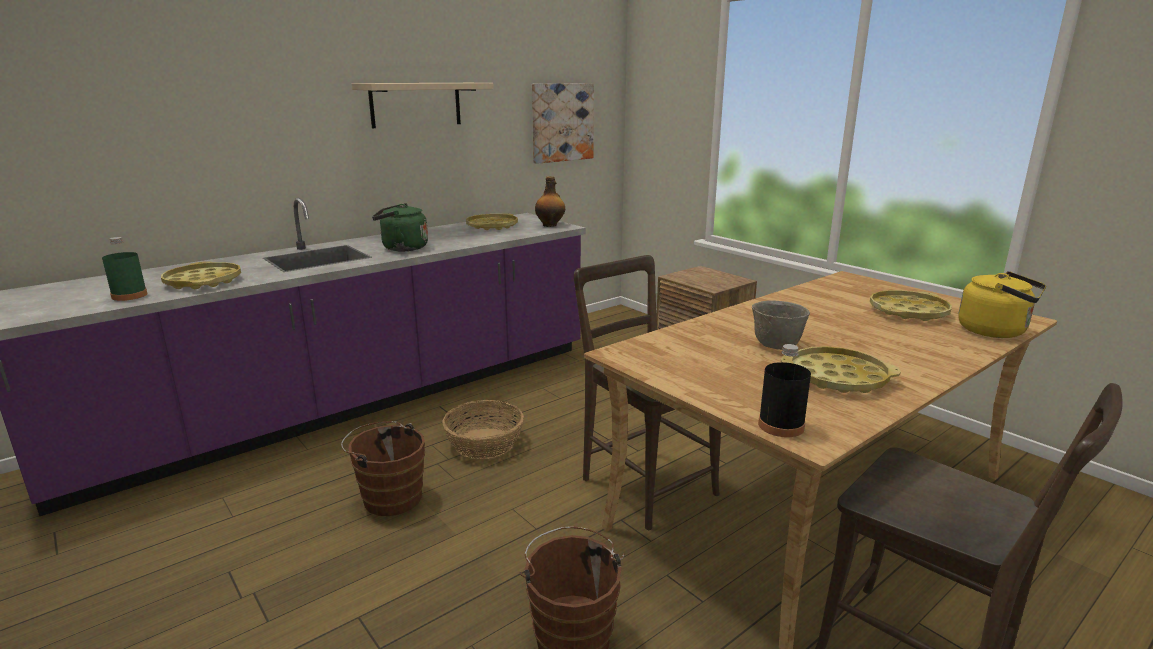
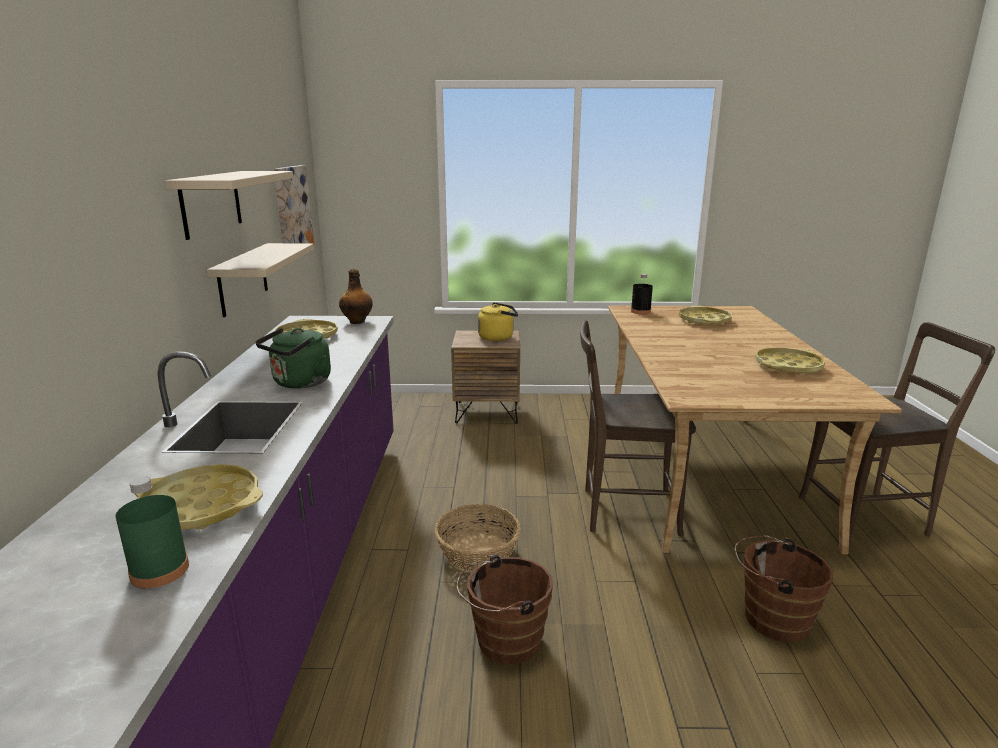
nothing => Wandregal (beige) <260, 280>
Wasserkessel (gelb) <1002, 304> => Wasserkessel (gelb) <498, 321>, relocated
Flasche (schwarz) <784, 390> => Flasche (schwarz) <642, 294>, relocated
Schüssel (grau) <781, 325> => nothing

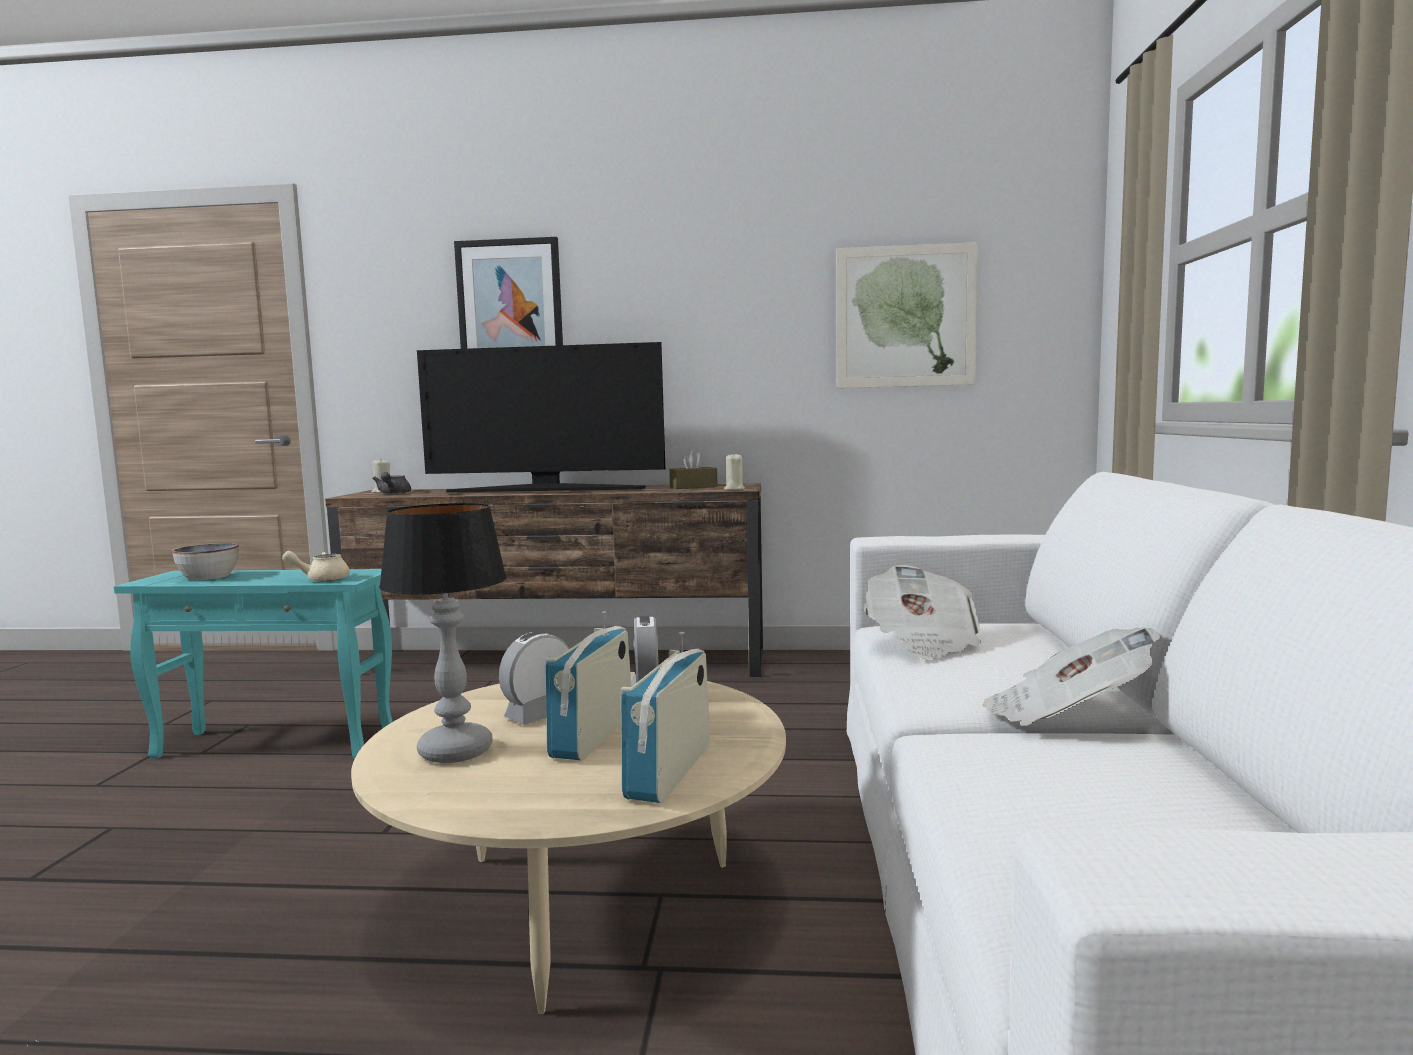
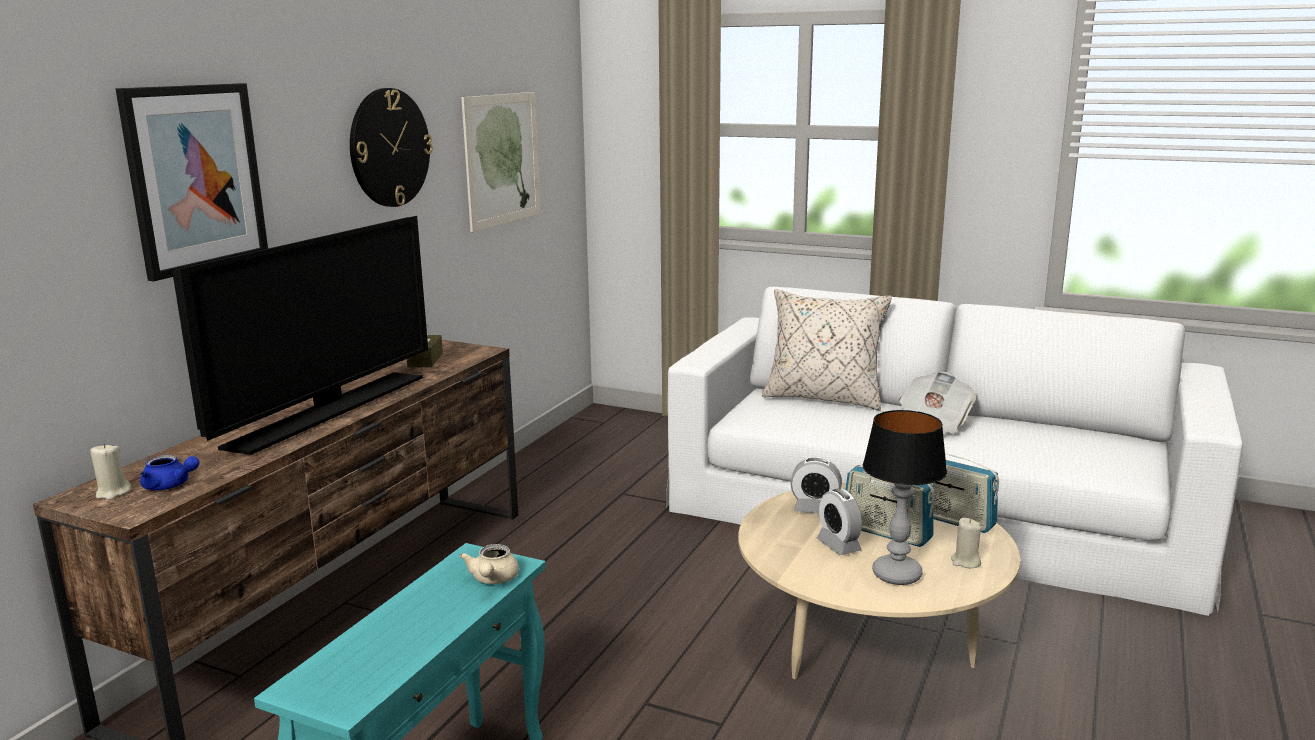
Teekanne (grau) <391, 483> => Teekanne (blau) <170, 472>
nothing => Wanduhr <391, 147>
nothing => Kissen (beige) <827, 350>
Kerze (beige) <734, 471> => Kerze (beige) <966, 543>, relocated
Schüssel <205, 561> => nothing
Zeitung <922, 612> => nothing

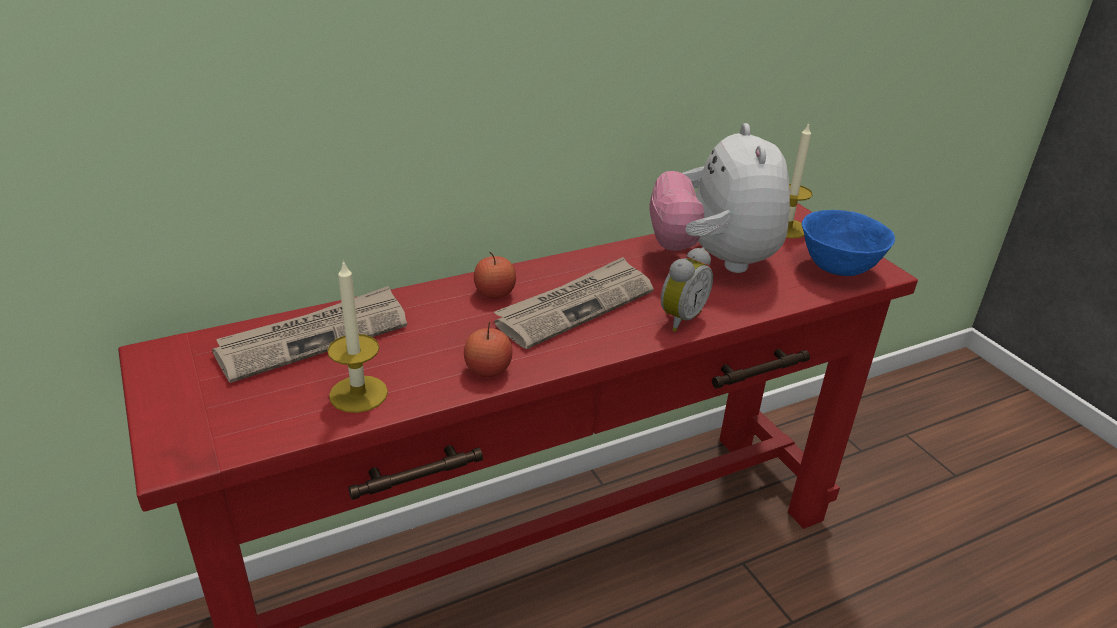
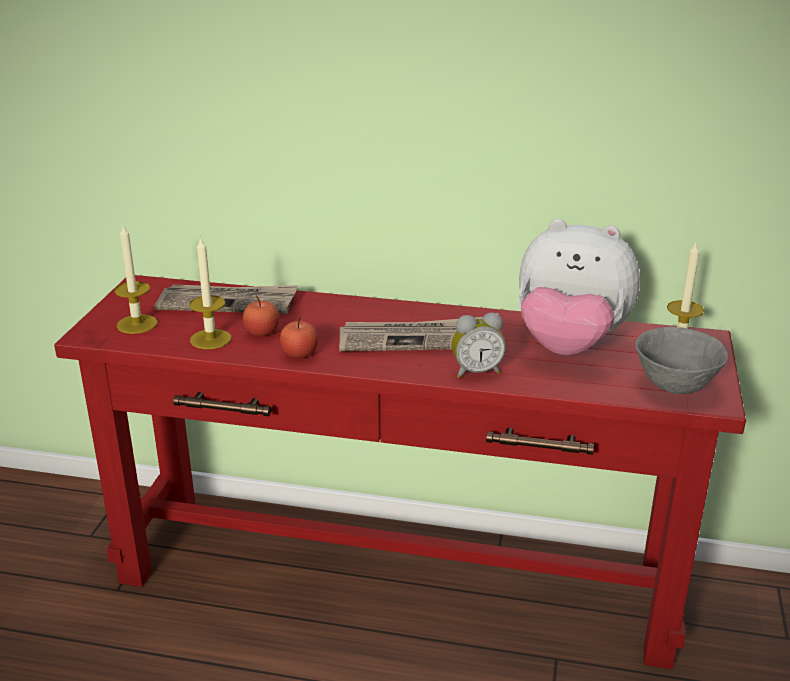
nothing => Kerze <136, 279>
Apfel <495, 275> => Apfel <261, 315>, relocated
Plüschtier <719, 198> => Plüschtier <579, 287>, 105 degrees counterclockwise
Schüssel (blau) <848, 243> => Schüssel (grau) <682, 360>

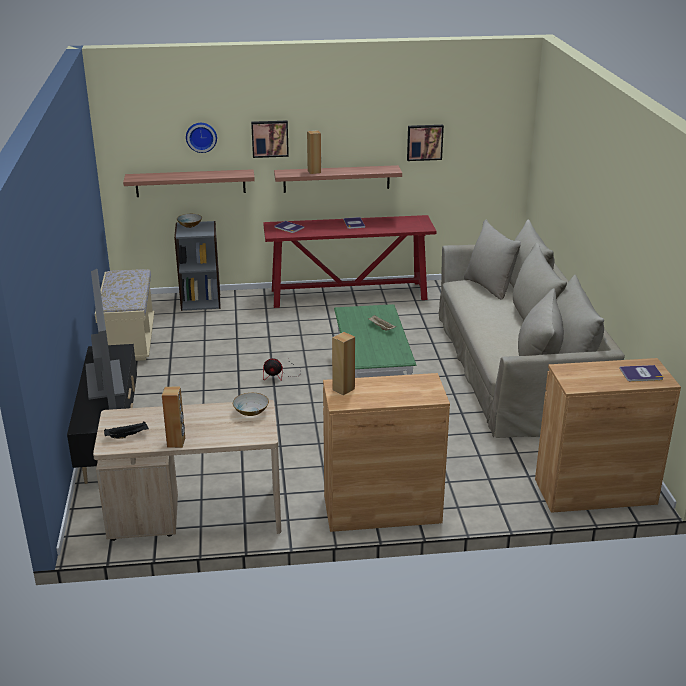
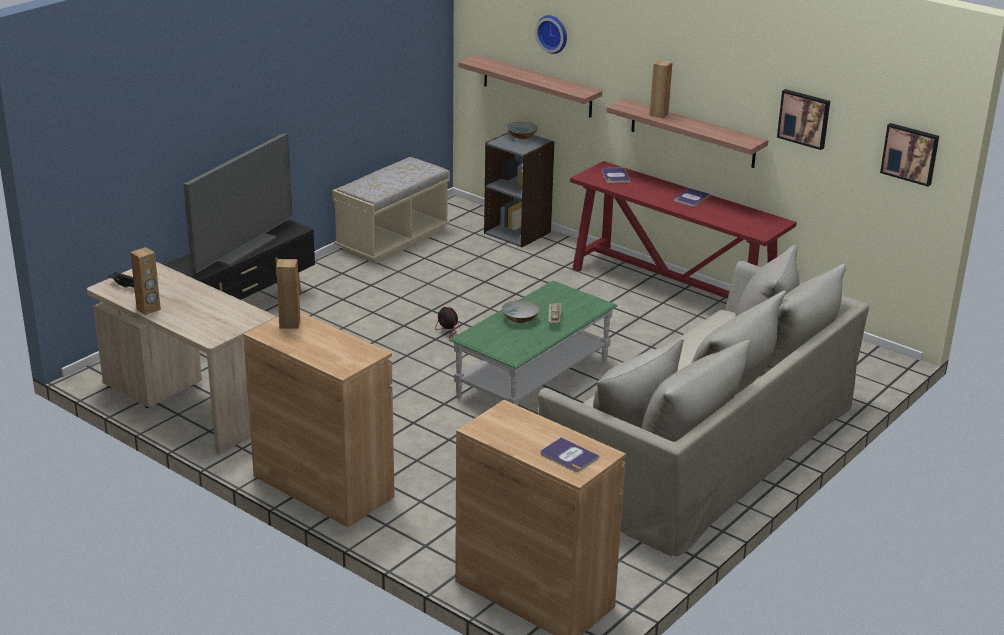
Schüssel <250, 404> => Schüssel <520, 311>, relocated
Bild <270, 139> => Bild <909, 155>, relocated

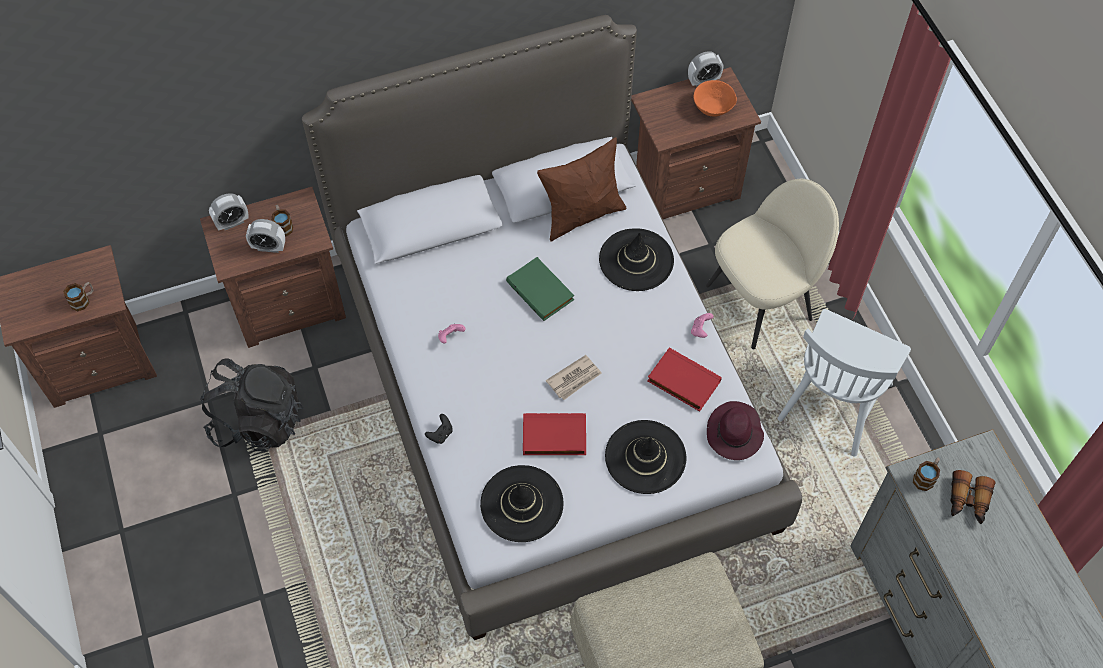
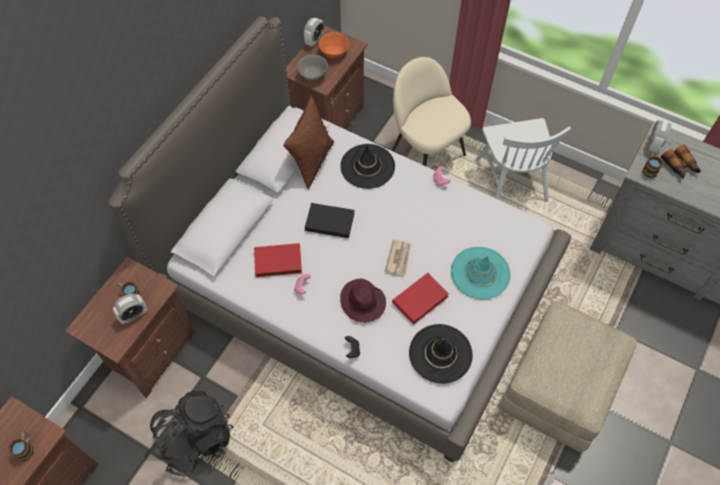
Buch (rot) <684, 380> => Buch (rot) <278, 260>, relocated
nothing => Schüssel (grau) <312, 68>
Buch (grün) <540, 289> => Buch (schwarz) <330, 220>
Hut (lila) <735, 430> => Hut (lila) <363, 301>, relocated
Stuhl (beige) <772, 264> => Stuhl (beige) <431, 111>, 60 degrees counterclockwise
Hut (schwarz) <646, 457> => Hut (türkis) <481, 273>
Wecker <229, 211> => Wecker <660, 136>, relocated

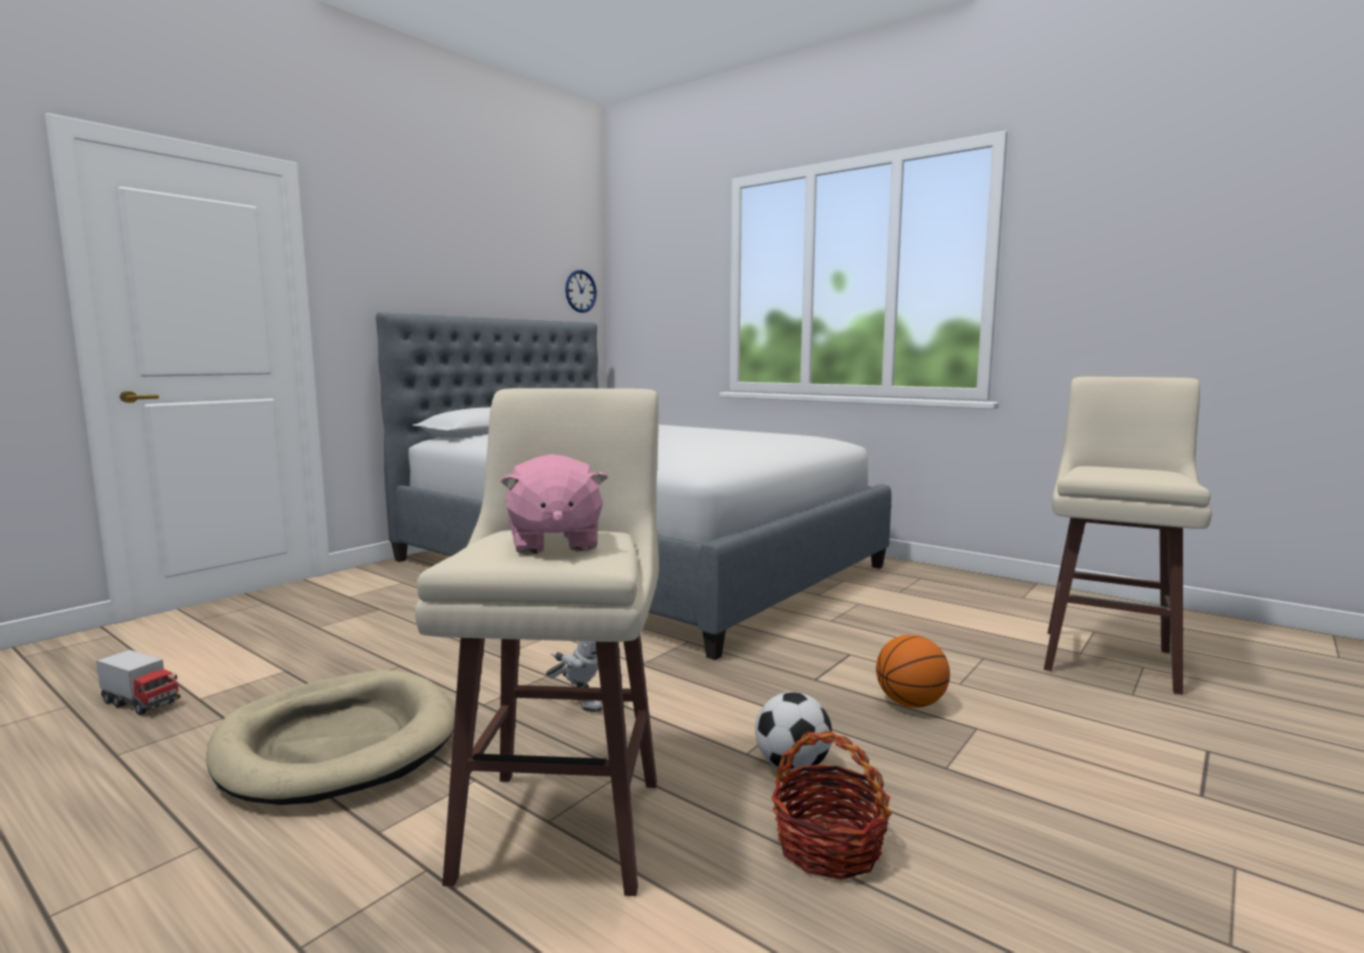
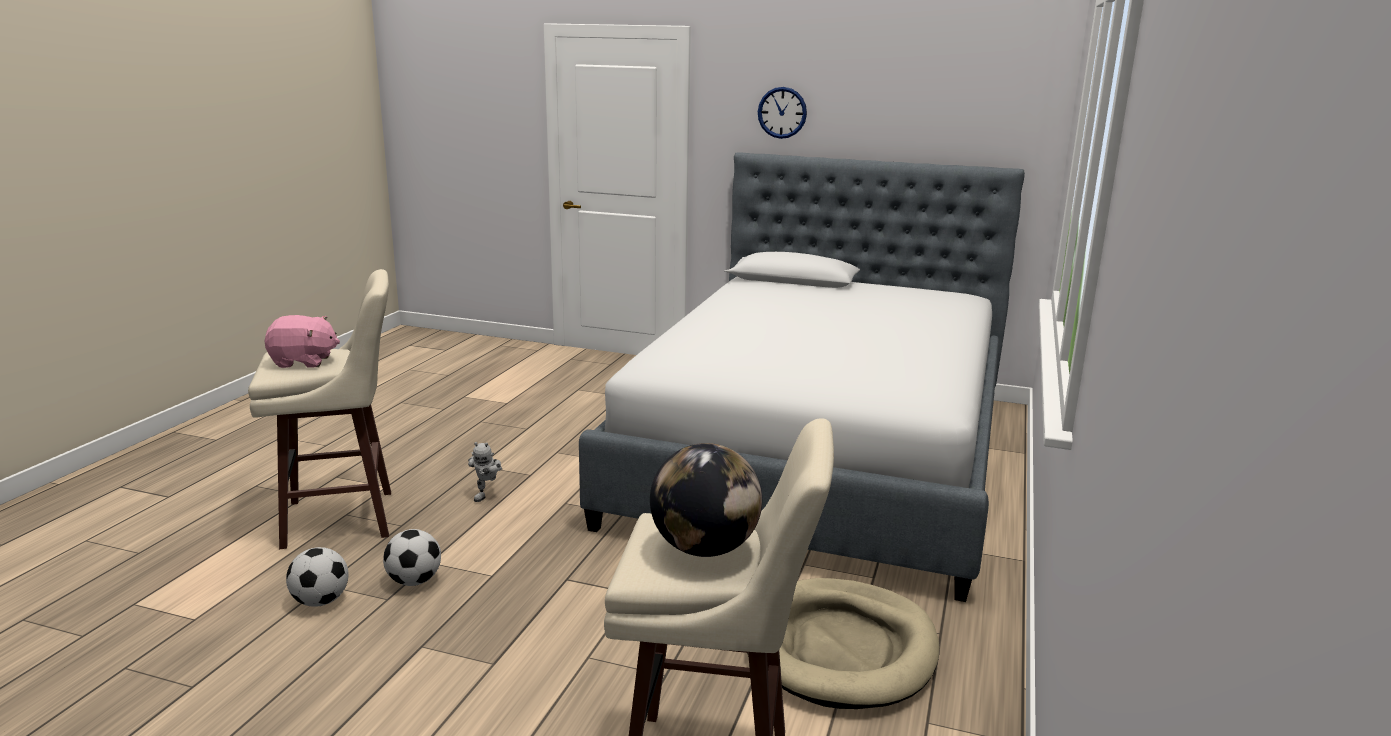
Plüschtier (rosa) <554, 504> => Plüschtier (rosa) <302, 341>, 150 degrees counterclockwise
Korb <831, 805> => Fußball <317, 577>
nothing => Globus <706, 500>
Hundebett (beige) <330, 737> => Hundebett (beige) <843, 643>, relocated
Wanduhr <581, 291> => Wanduhr <782, 113>, relocated
Spielzeuglaster <138, 682> => nothing
Basketball <913, 671> => nothing

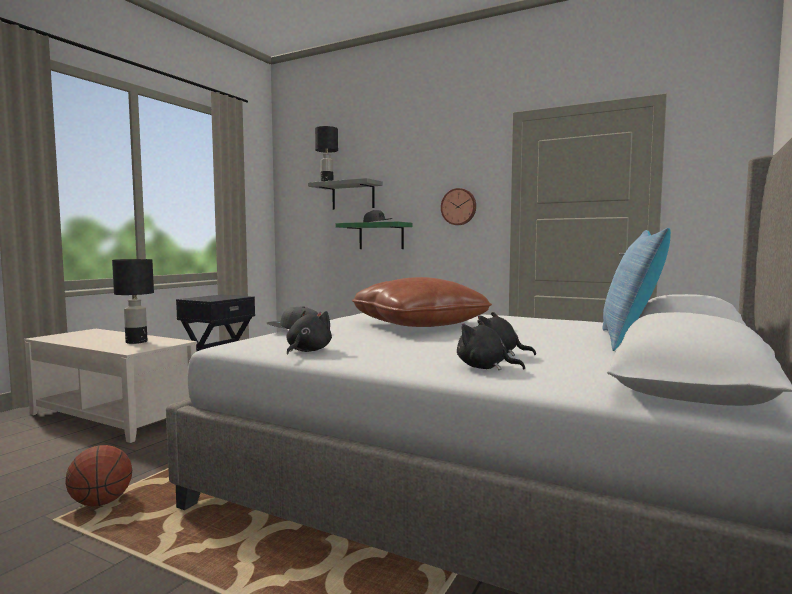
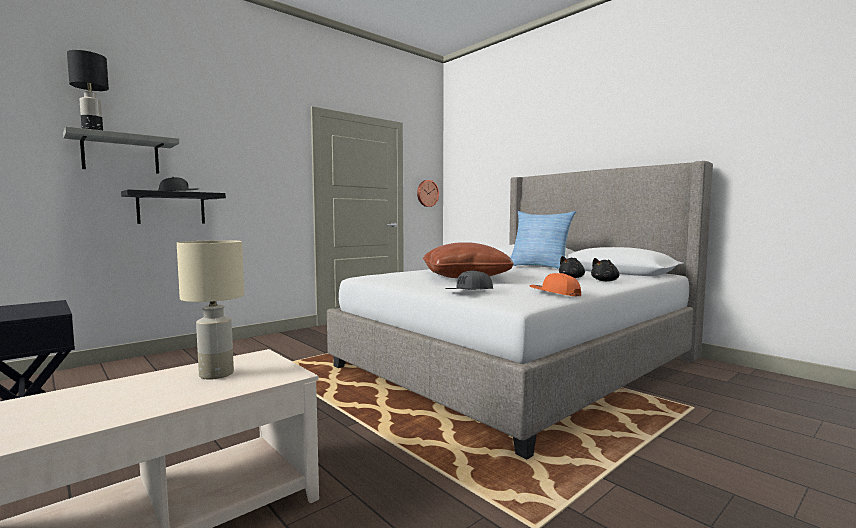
Wandregal (grün) <374, 235> => Wandregal (schwarz) <173, 206>
Tischlampe (schwarz) <133, 301> => Tischlampe (beige) <210, 310>
Wanduhr <458, 206> => Wanduhr <428, 193>, relocated
Plüschtier (schwarz) <309, 332> => Kappe (orange) <555, 284>
Basketball <99, 476> => nothing

